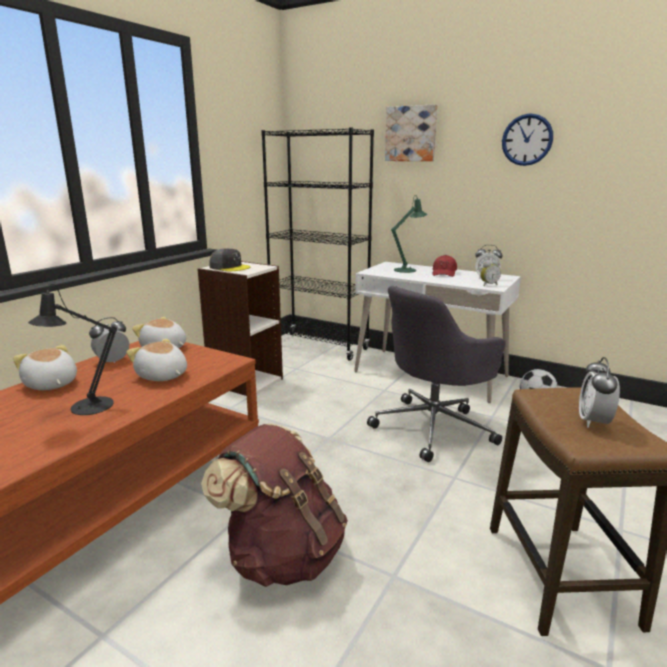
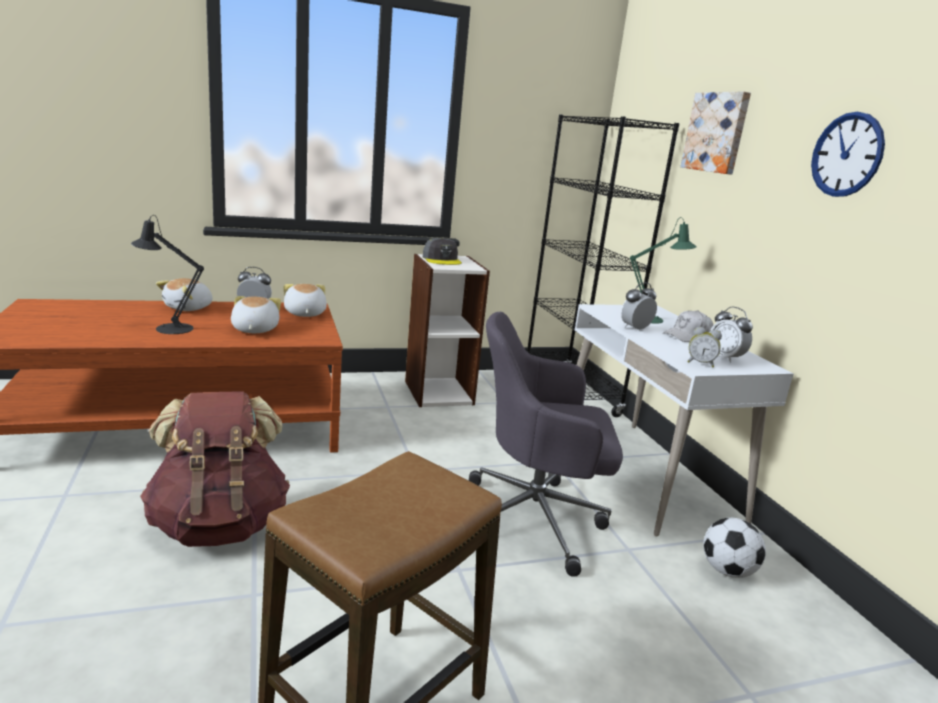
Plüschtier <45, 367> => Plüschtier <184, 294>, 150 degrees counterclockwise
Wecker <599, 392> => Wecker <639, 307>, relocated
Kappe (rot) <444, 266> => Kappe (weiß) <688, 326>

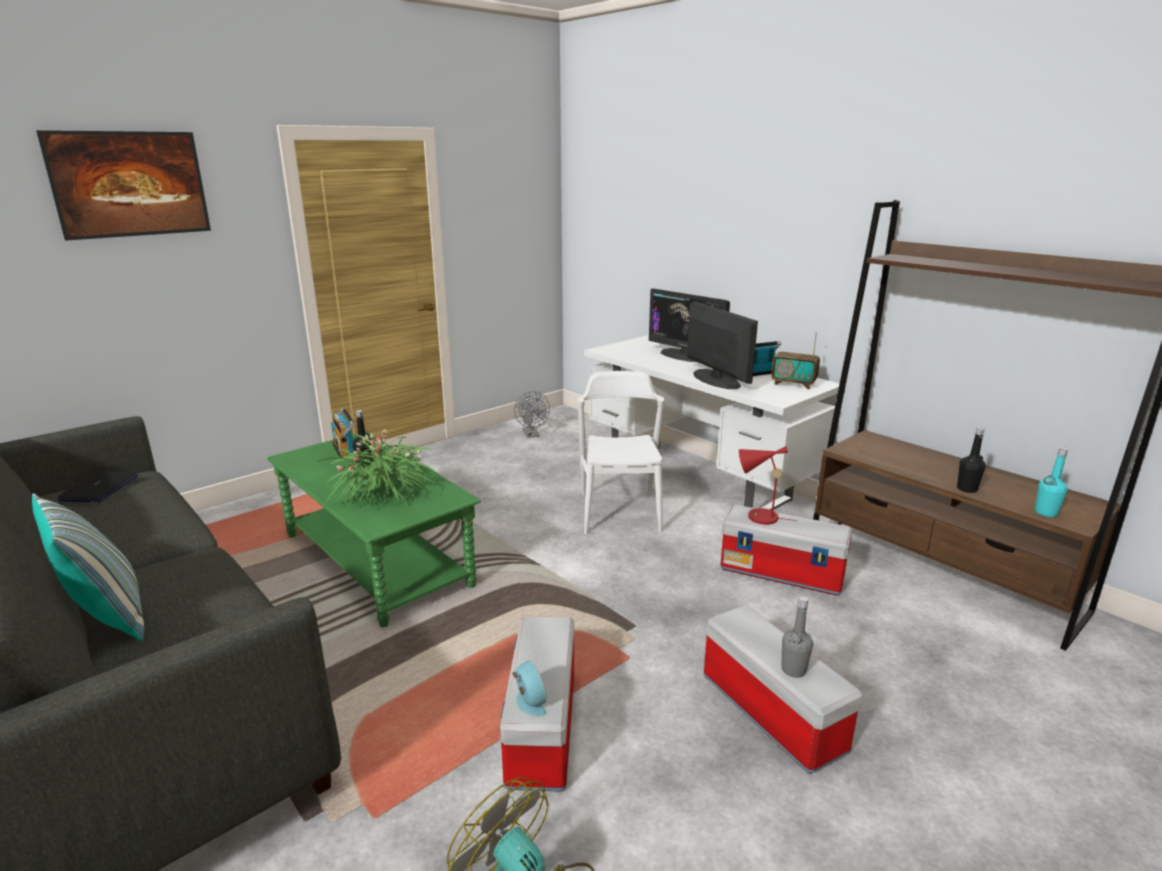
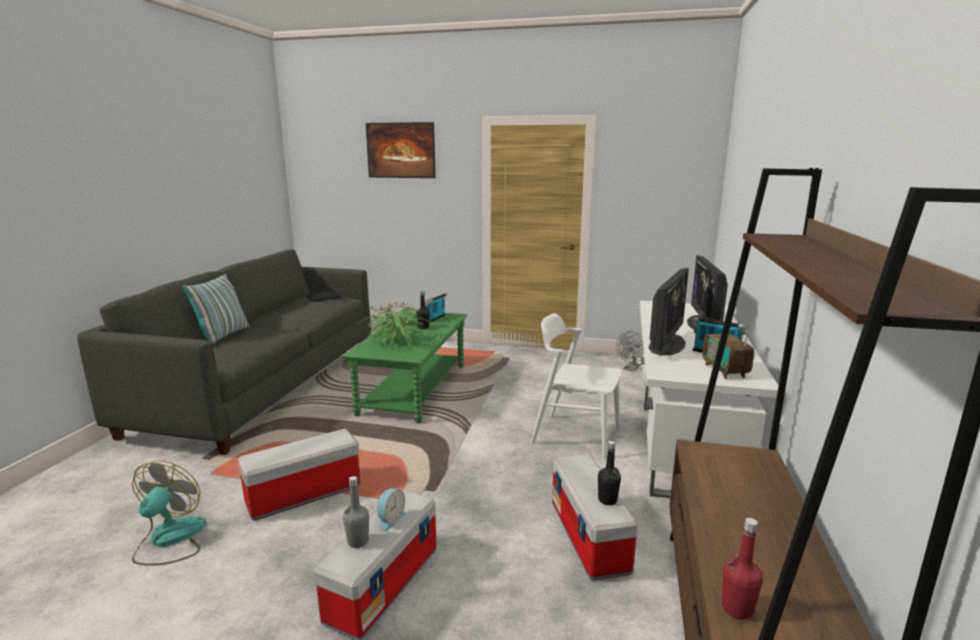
Wecker <529, 688> => Wecker <391, 509>, relocated
Stuhl (weiß) <621, 452> => Stuhl (weiß) <576, 386>, 120 degrees counterclockwise
Flasche (schwarz) <971, 460> => Flasche (schwarz) <609, 473>, relocated
Flasche (türkis) <1051, 482> => Flasche (rot) <742, 569>
Tischlampe (rot) <768, 485> => nothing

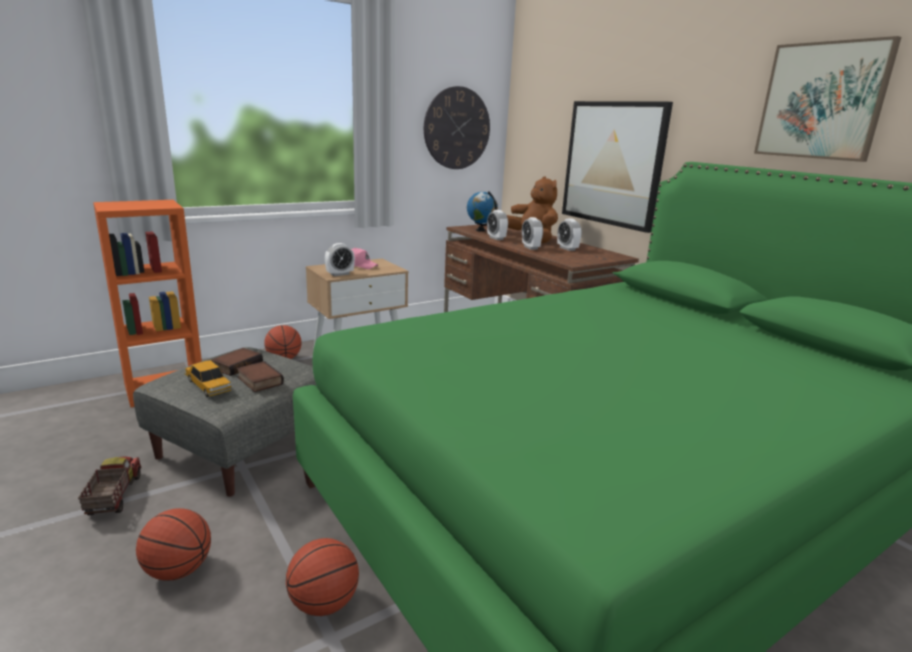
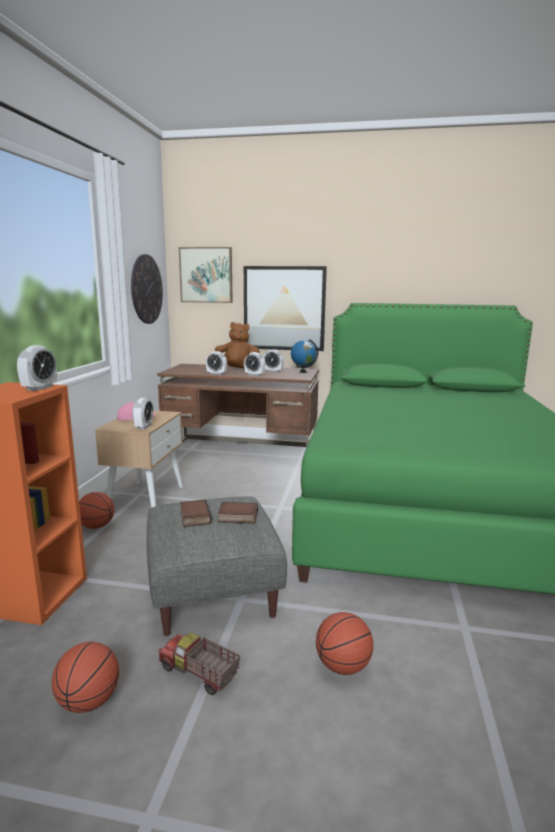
nothing => Wecker <37, 368>
Basketball <322, 577> => Basketball <85, 677>, relocated
Bild <827, 99> => Bild <206, 275>, relocated
Globus <482, 211> => Globus <304, 356>, relocated
Spielzeugauto <208, 378> => nothing

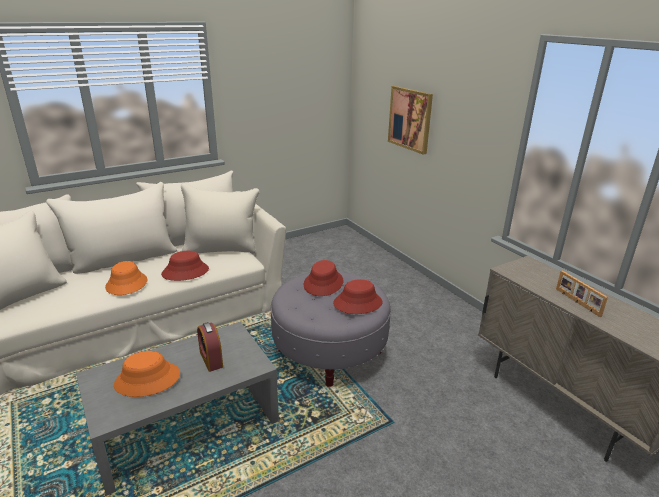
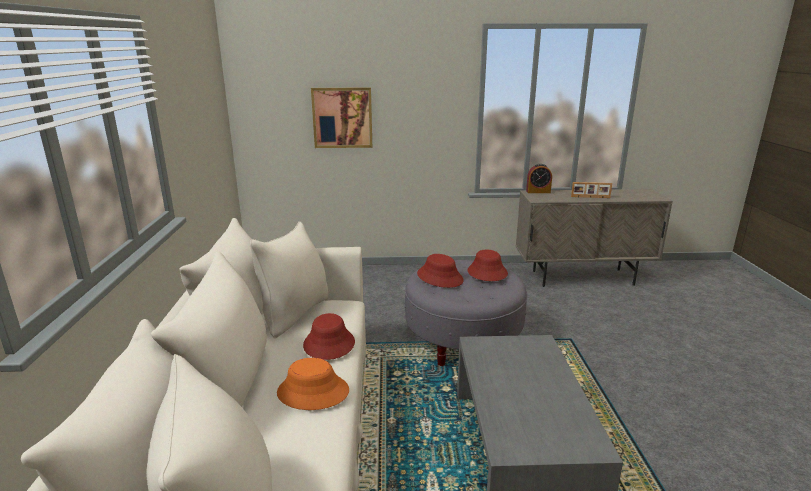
Wecker <210, 347> => Wecker <539, 178>, relocated
Hut (orange) <147, 374> => nothing

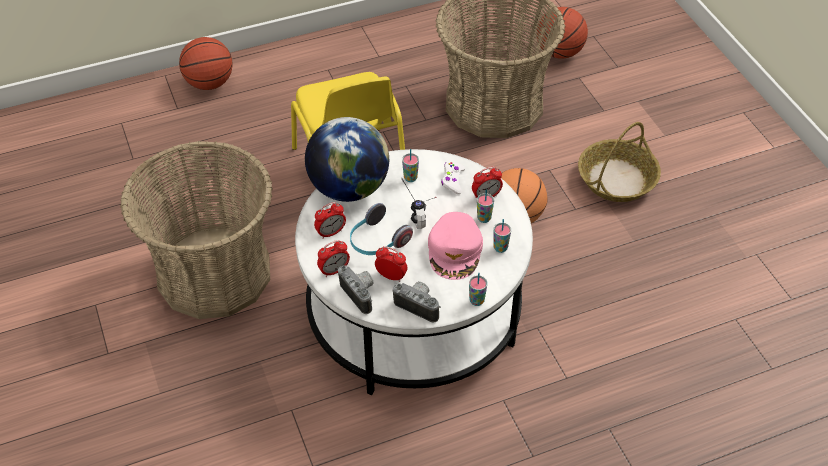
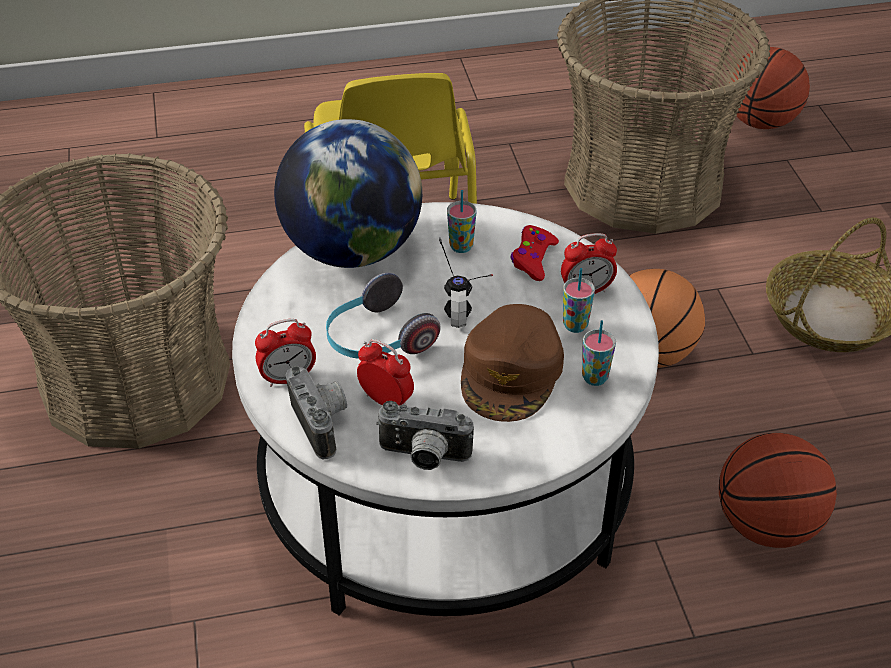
Kamera <417, 302> => Kamera <425, 435>, 150 degrees clockwise
Kappe (rosa) <455, 246> => Kappe (braun) <512, 363>
Gamepad (weiß) <453, 177> => Gamepad (rot) <535, 253>
Basketball <206, 63> => Basketball <778, 490>, relocated
Wecker <330, 220> => nothing
Tasse <478, 289> => nothing

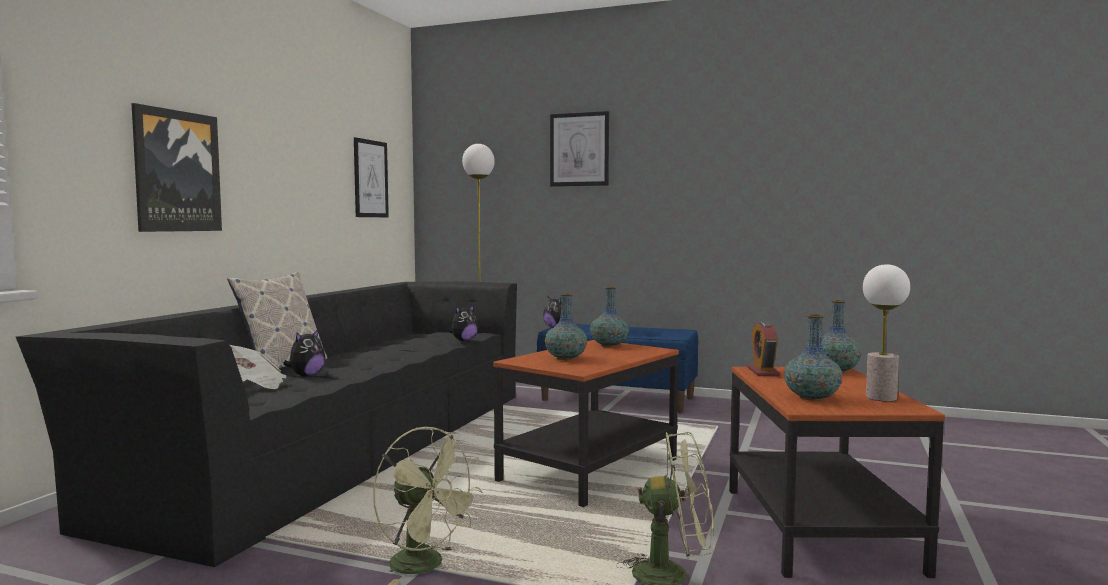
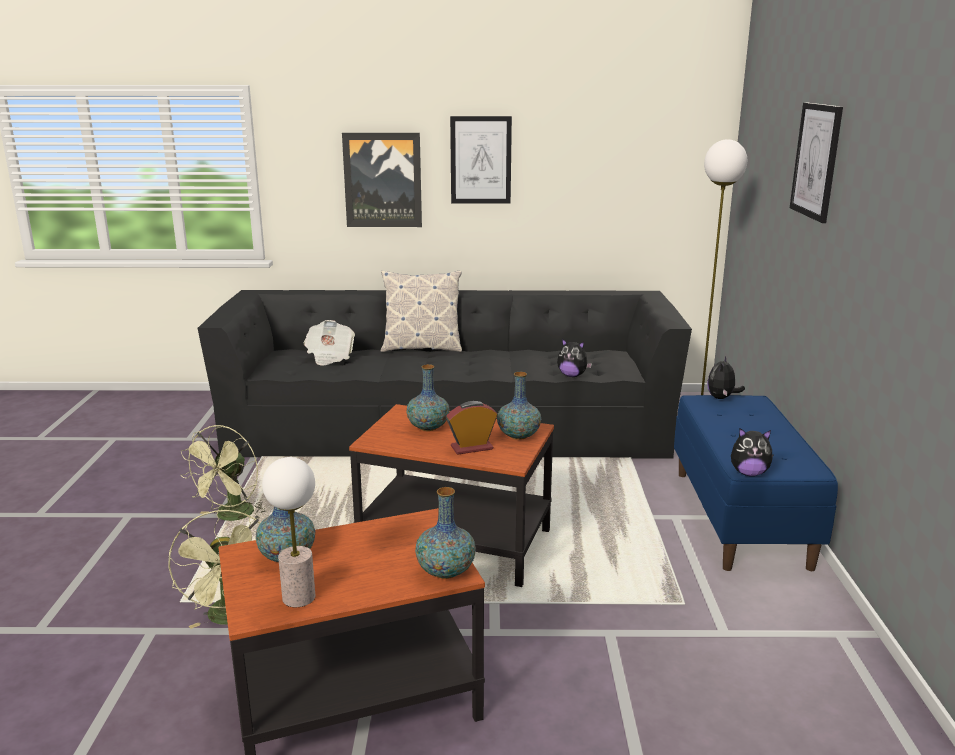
Wecker <764, 348> => Wecker <471, 428>, relocated
Bild <371, 177> => Bild <481, 160>, relocated
Plüschtier <304, 353> => Plüschtier <752, 452>, relocated

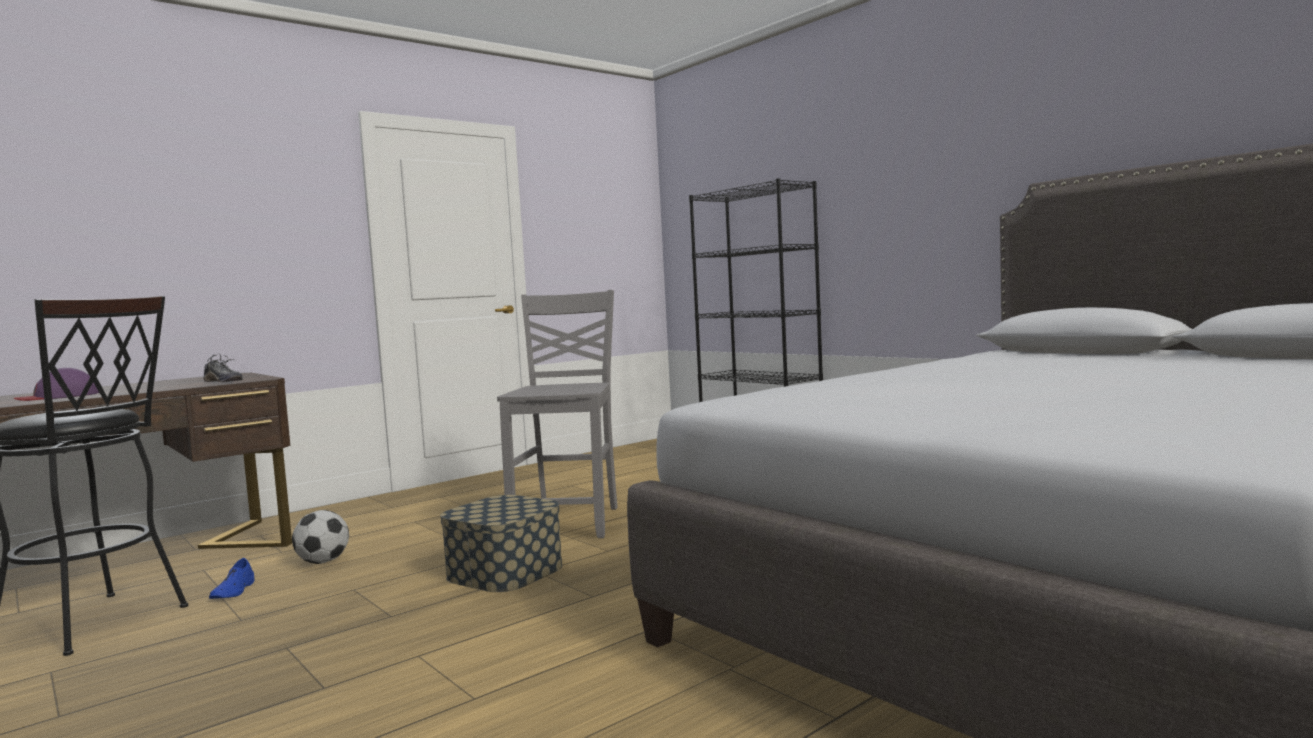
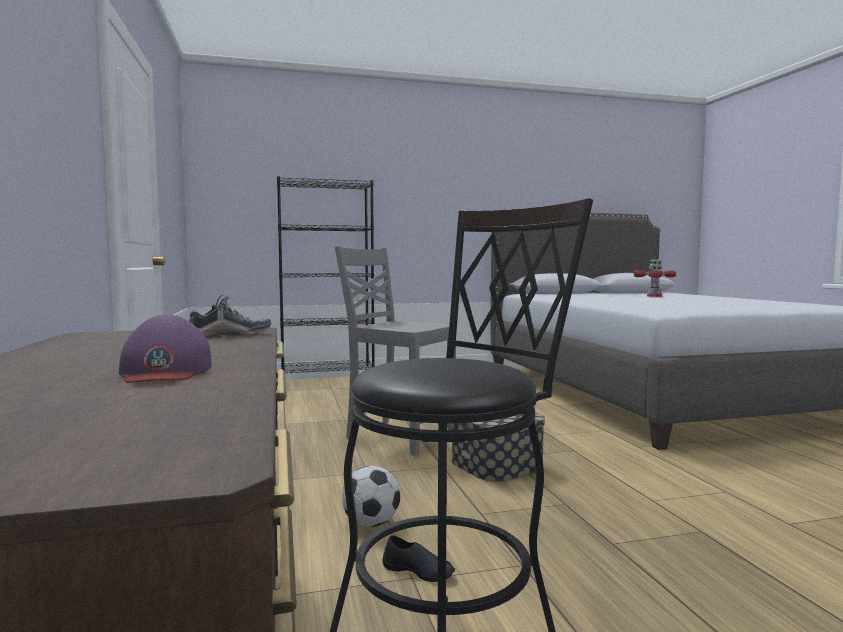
Schuh (blau) <232, 578> => Schuh (schwarz) <418, 558>
nothing => Spielzeugroboter <655, 278>

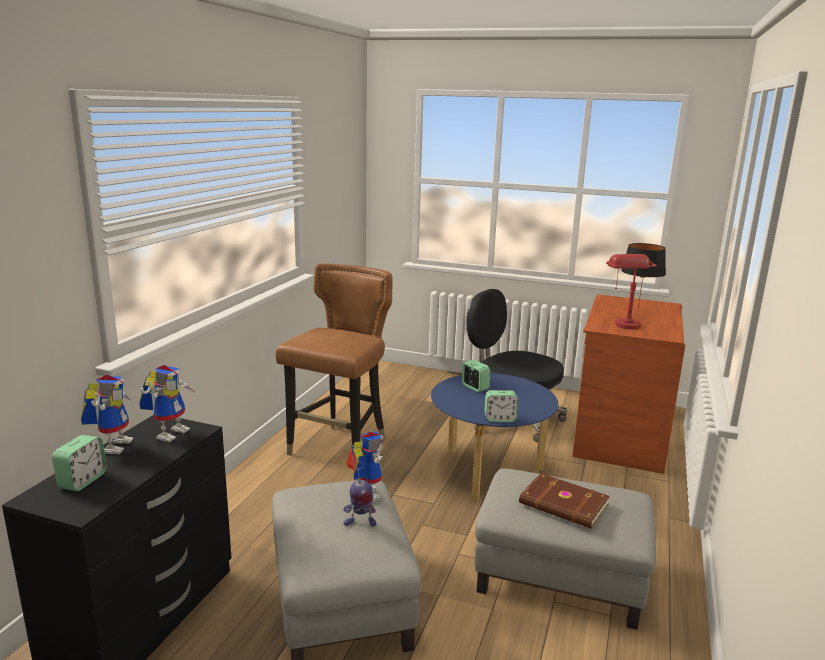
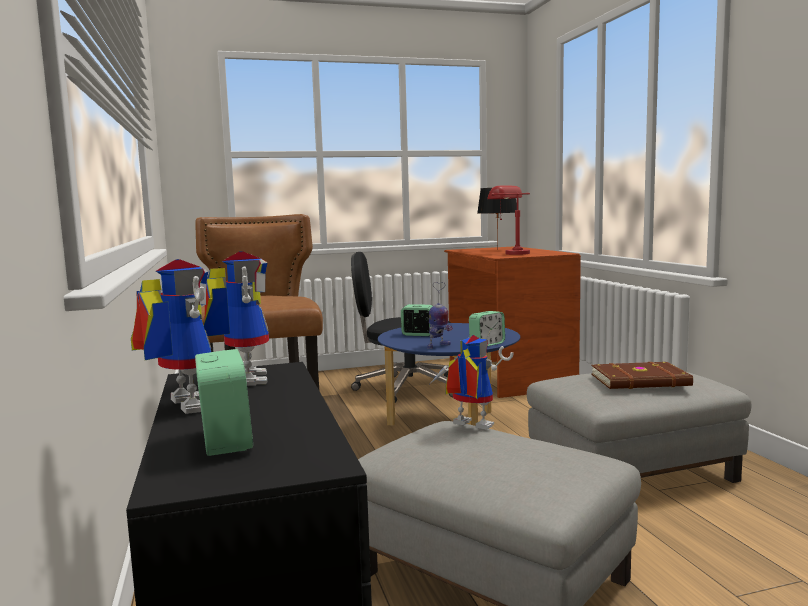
Spielzeugroboter <360, 493> => Spielzeugroboter <440, 315>, relocated

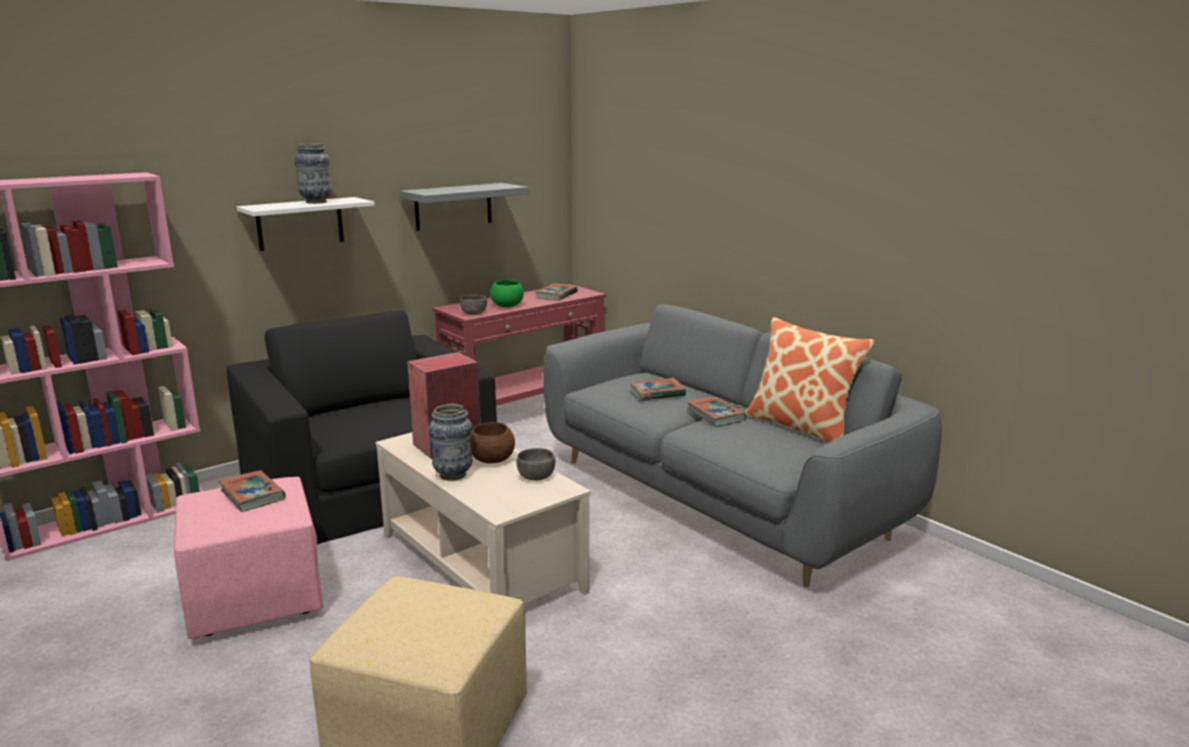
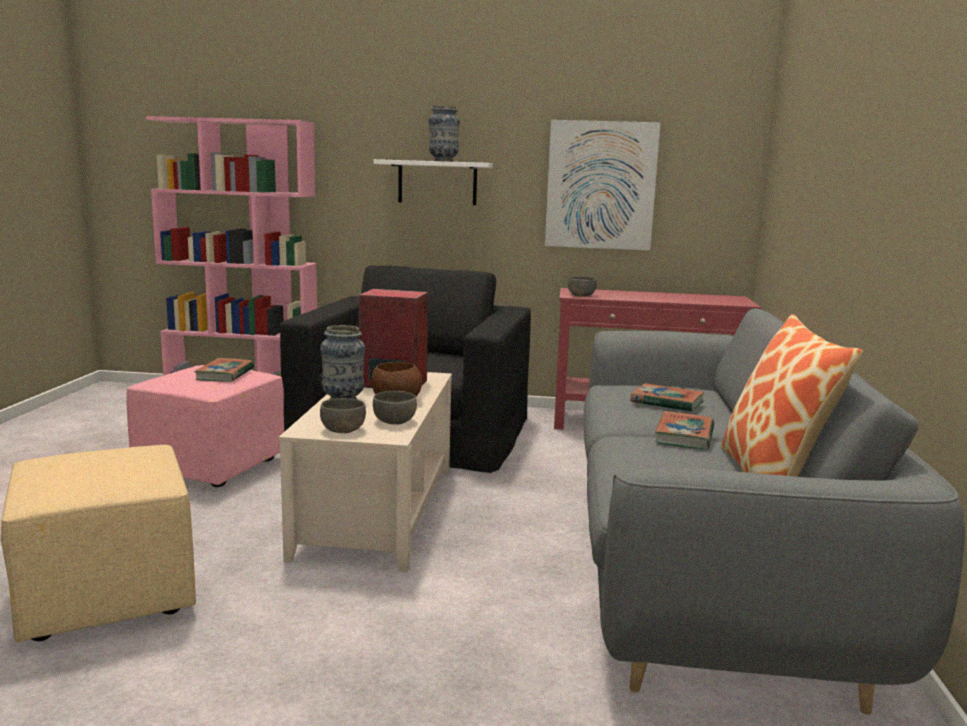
nothing => Schüssel (grau) <343, 415>
Wandregal (grau) <464, 207> => Bild <602, 185>
Schüssel (grün) <507, 293> => nothing
Buch <556, 291> => nothing

